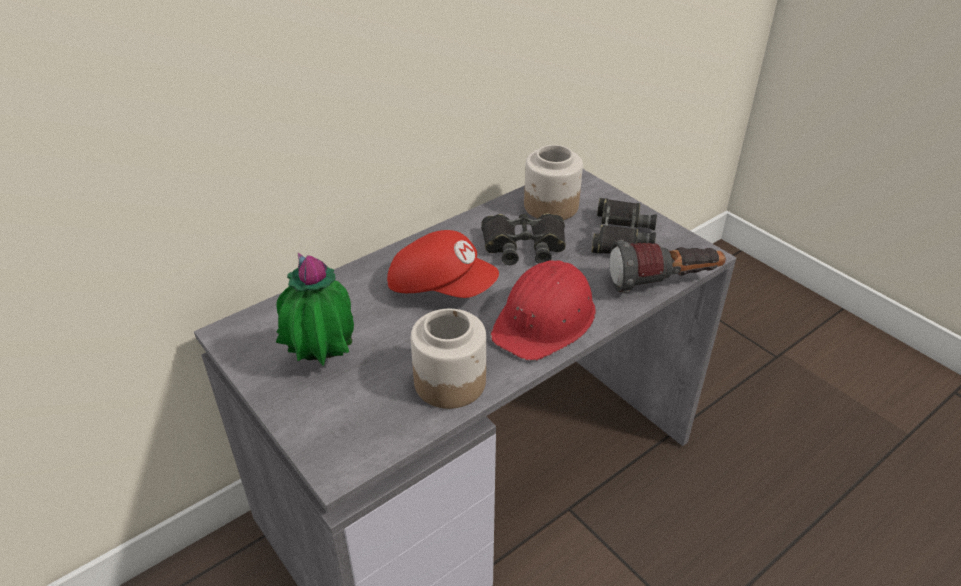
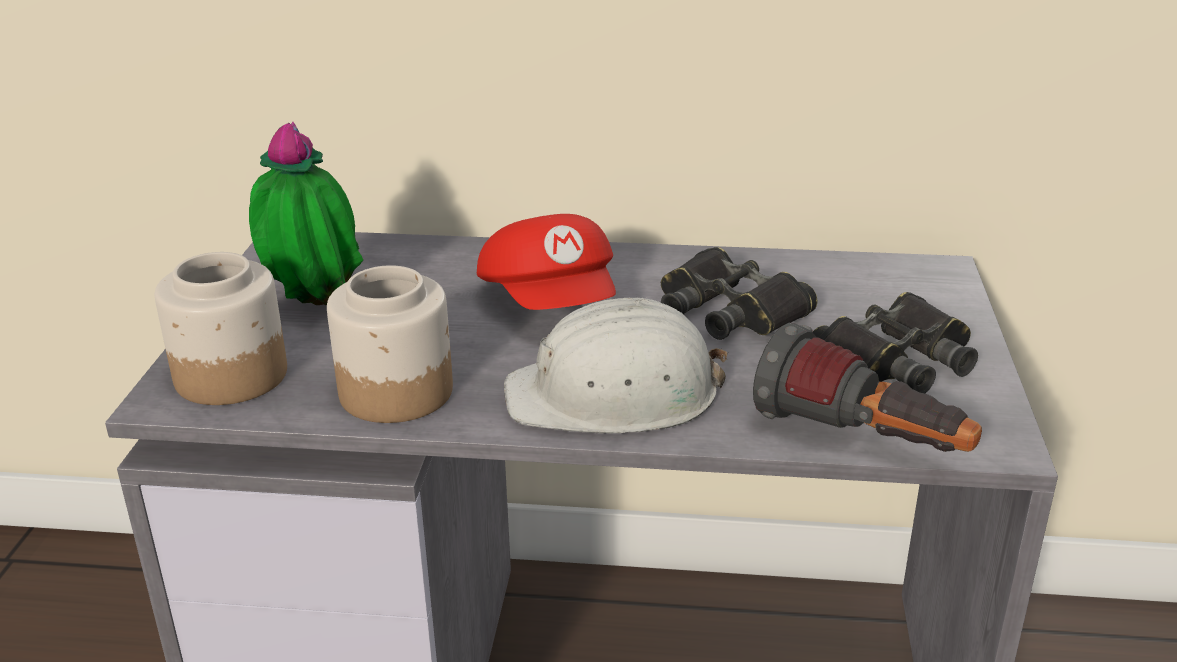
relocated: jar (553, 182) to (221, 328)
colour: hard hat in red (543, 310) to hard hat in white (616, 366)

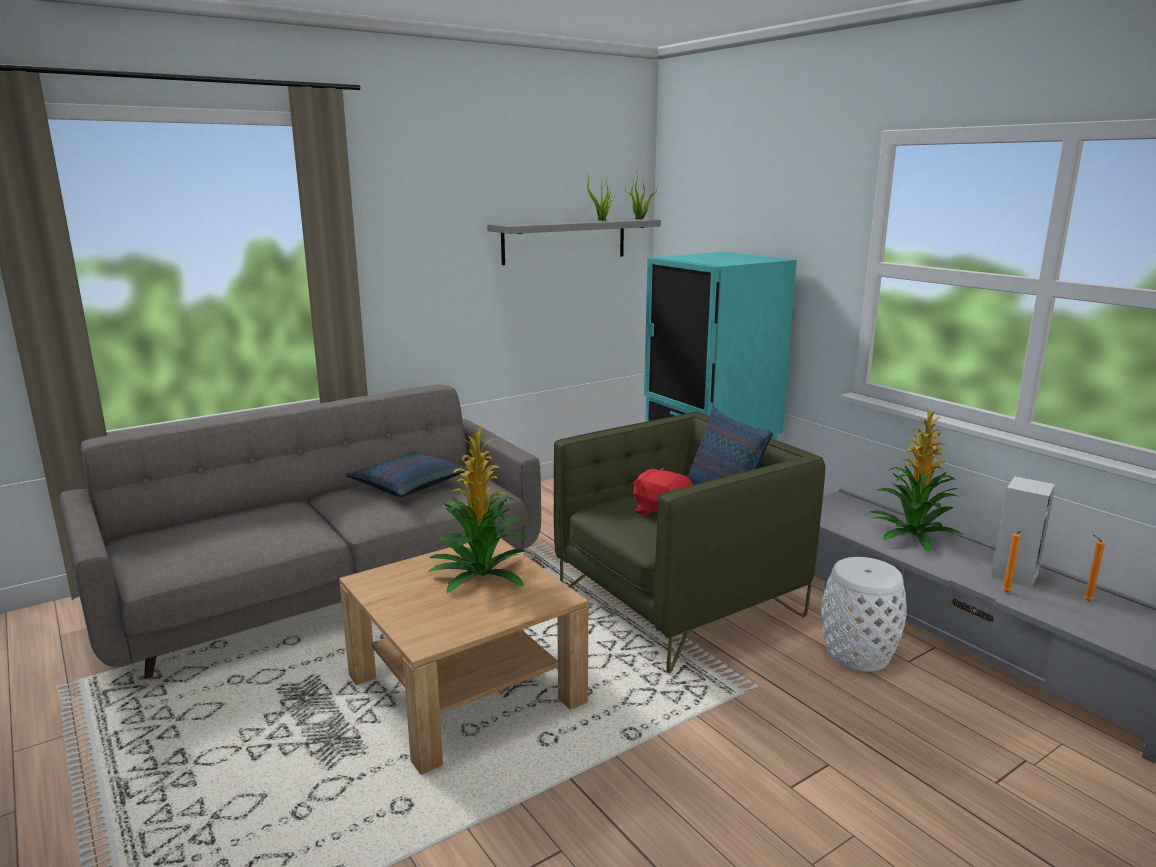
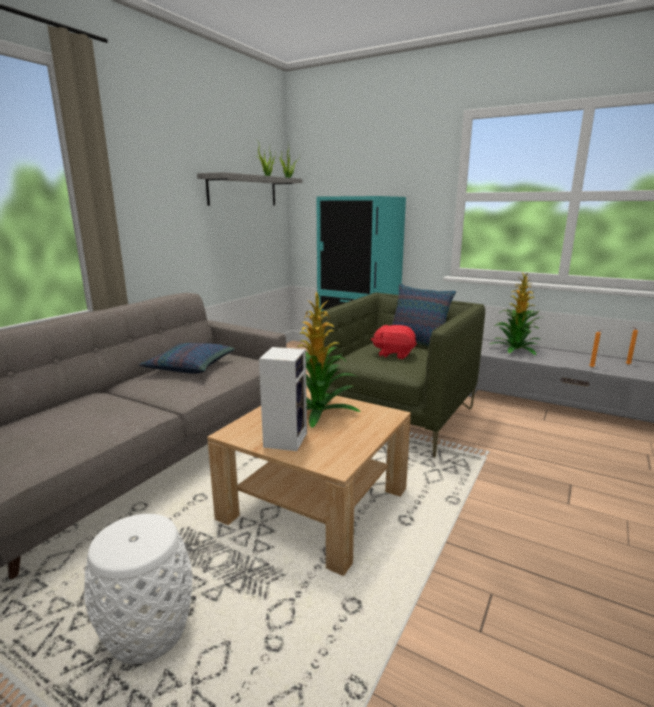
relocated: speaker (1023, 532) to (283, 399); stool in white (864, 614) to (138, 589)

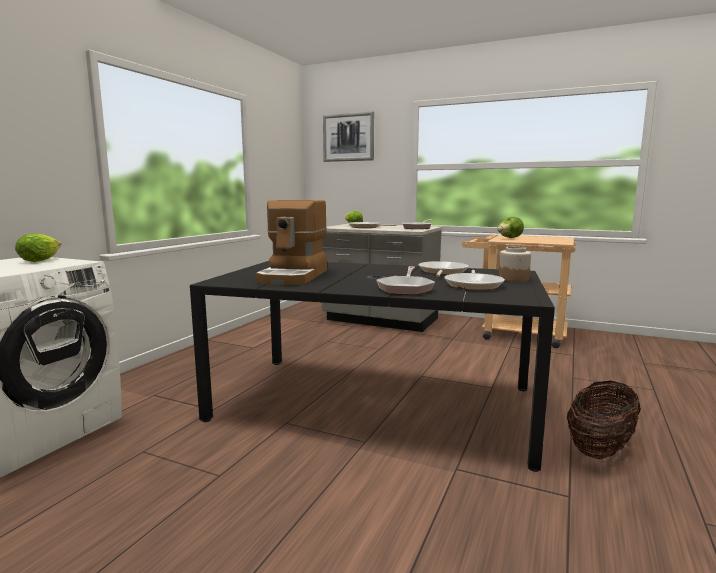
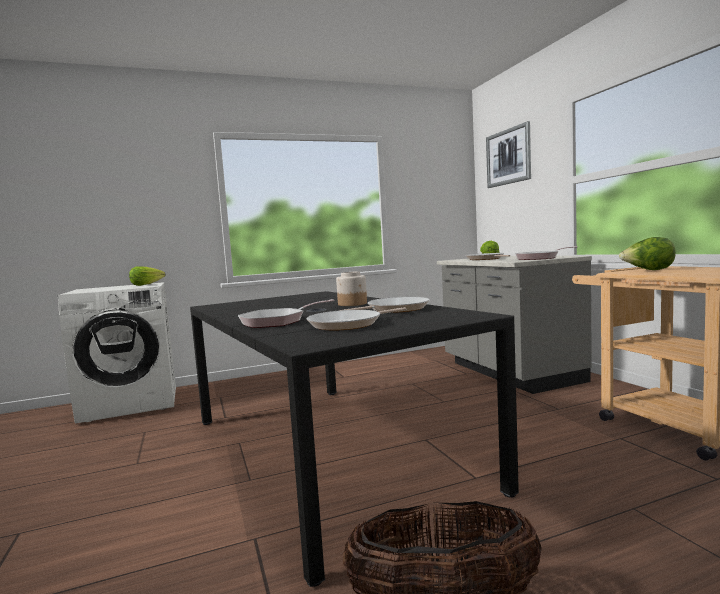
missing: coffee machine (291, 242)
relocated: jar (515, 264) to (351, 289)

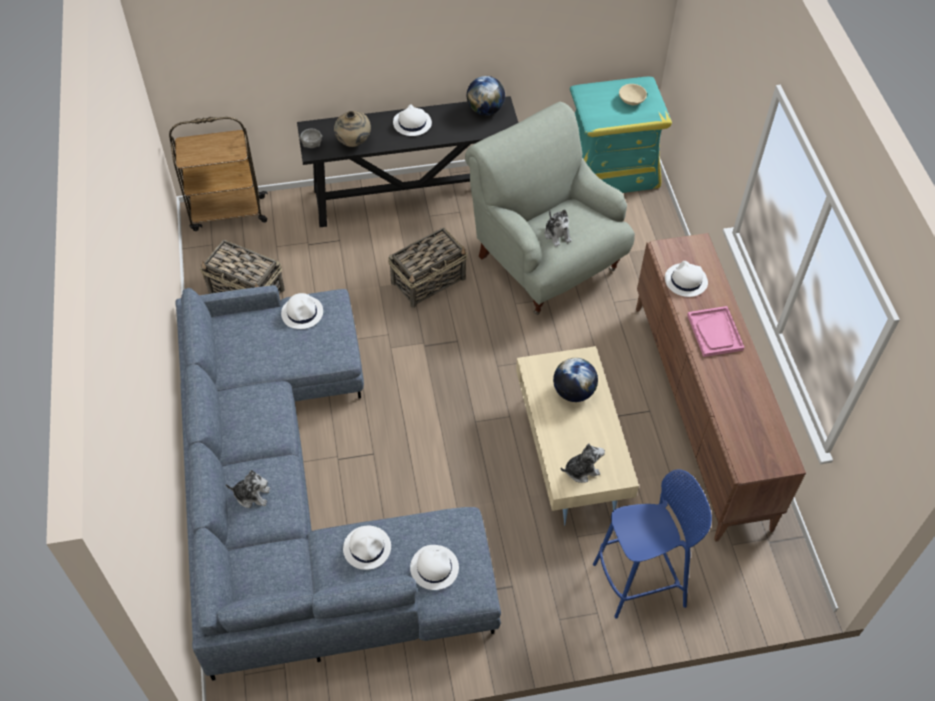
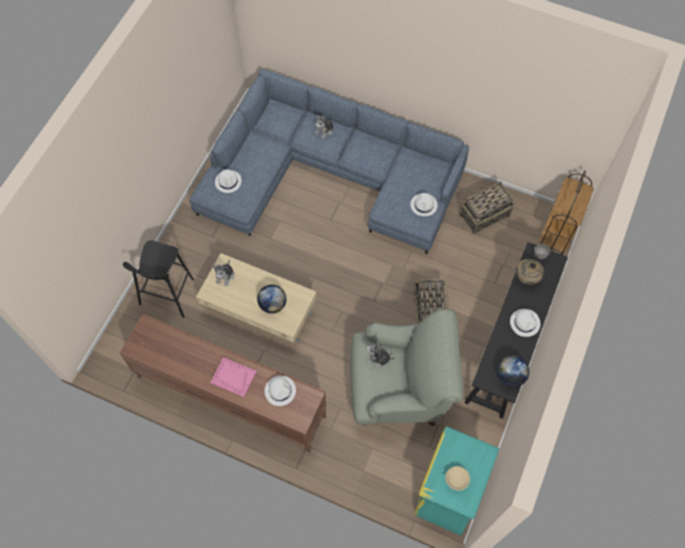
missing: hat in white (367, 548)
colour: stool in blue (652, 544) to stool in black (158, 279)

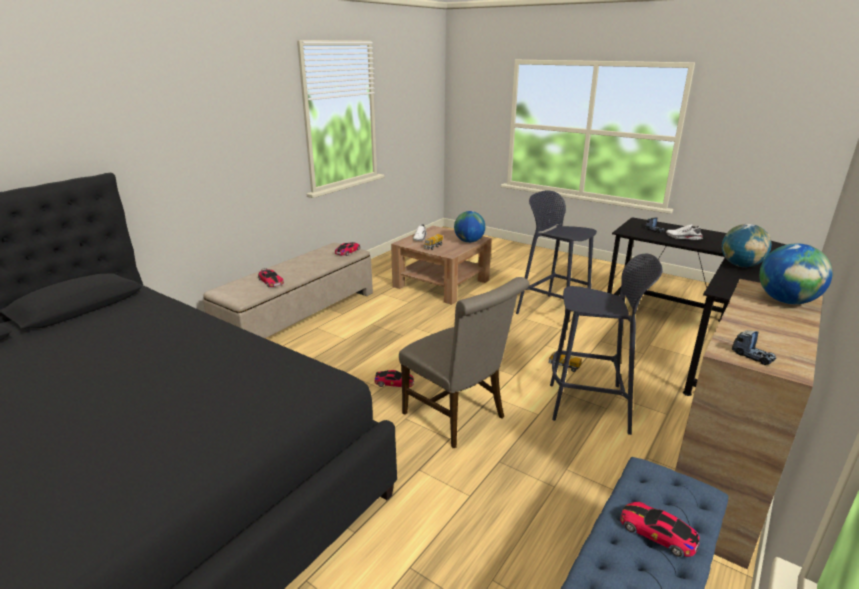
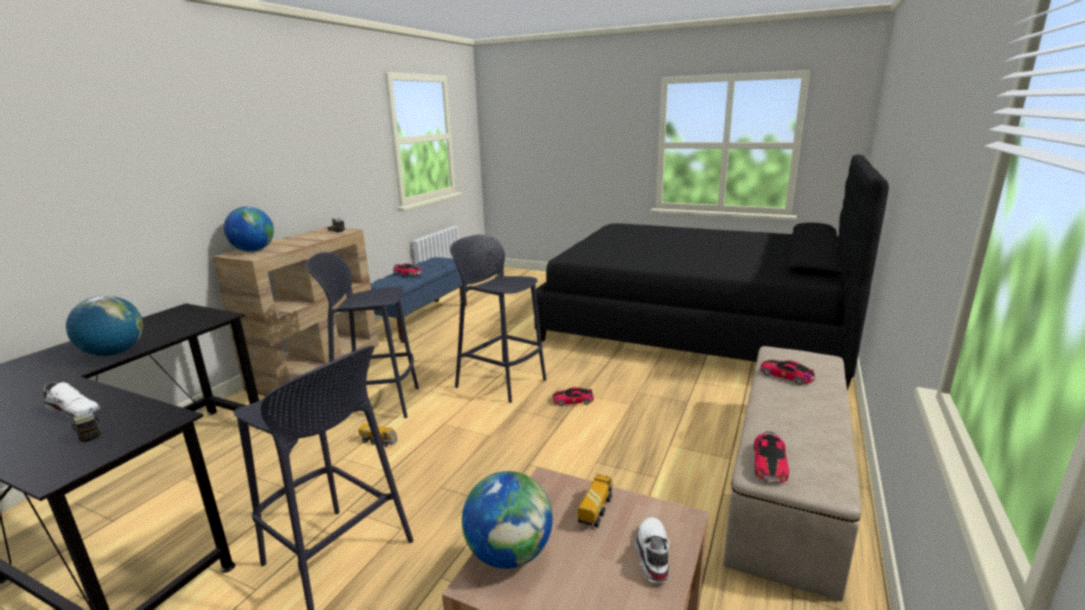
exchanged: chair in beige (464, 362) to stool in grey (498, 319)

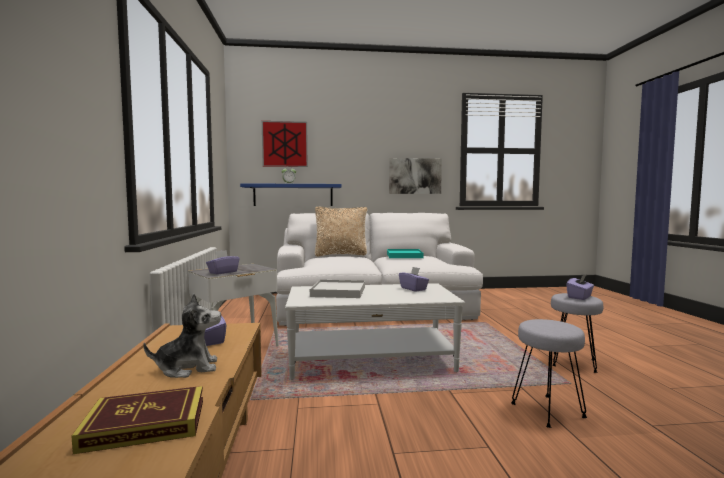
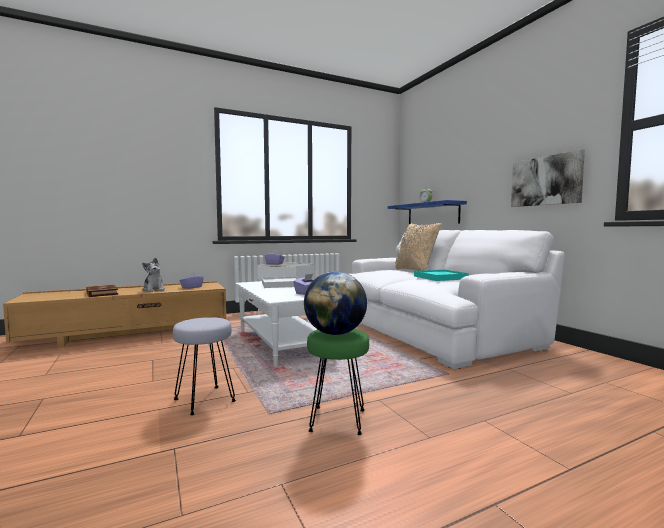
missing: picture (285, 144)
exchanged: tissue box in purple (580, 287) to globe (335, 303)
colour: stool in grey (577, 333) to stool in green (338, 382)

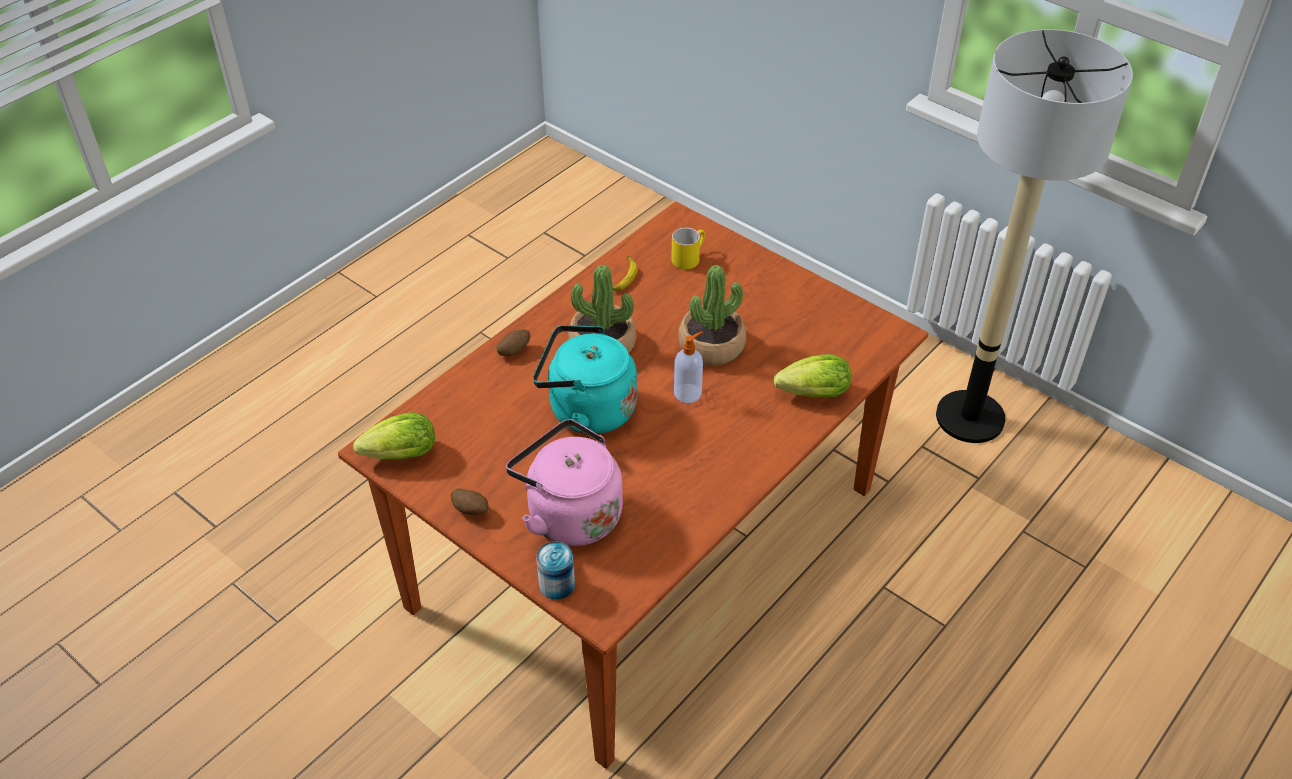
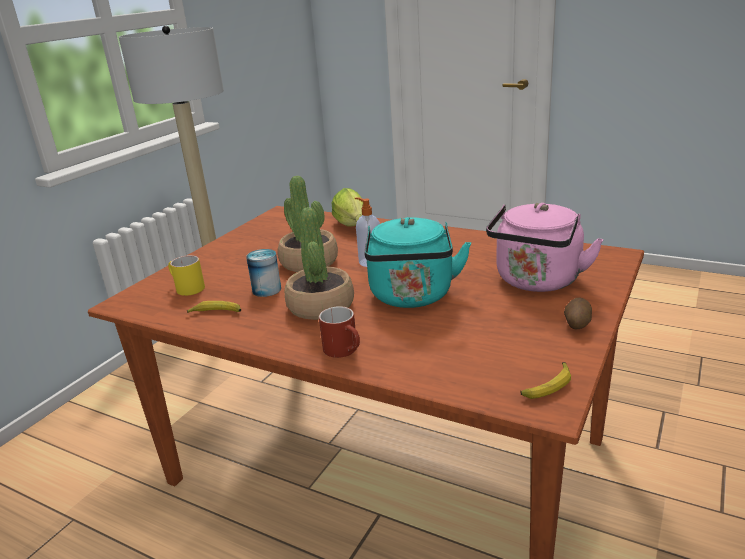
relocated: can (555, 571) to (263, 273)
exchanged: potato (513, 342) to mug in red (339, 332); lettuce (394, 435) to banana (545, 380)

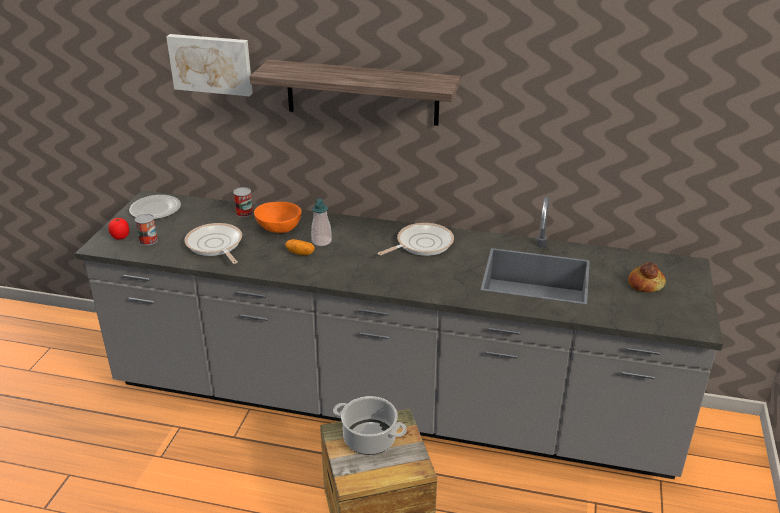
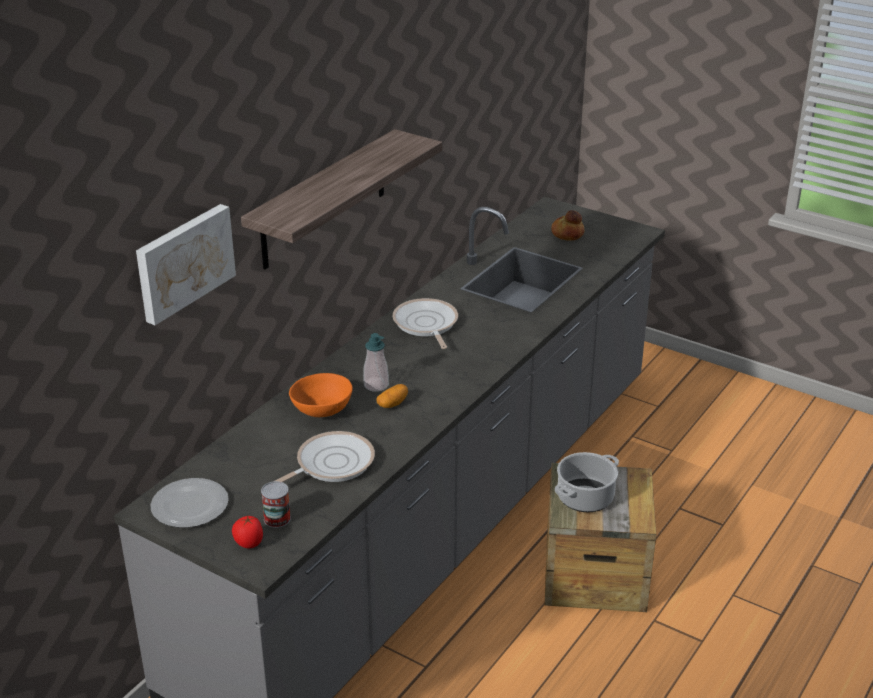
missing: can (243, 202)
spun: frying pan (213, 243) = (325, 456) 150 degrees clockwise

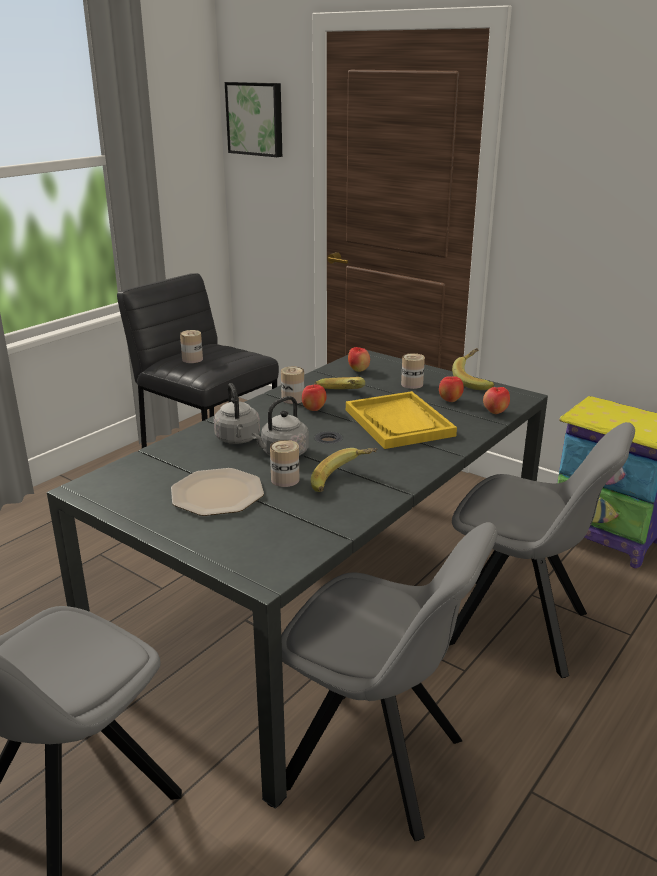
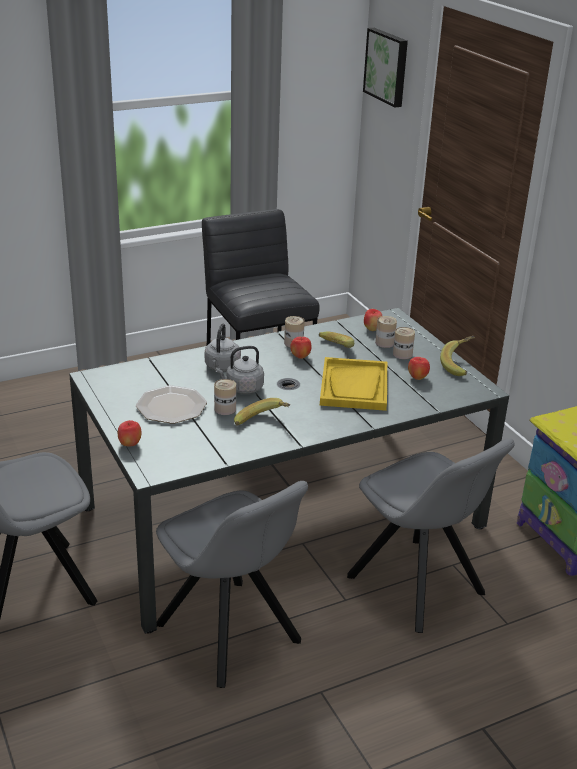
relocated: can (191, 346) to (386, 332); apple (496, 400) to (129, 433)

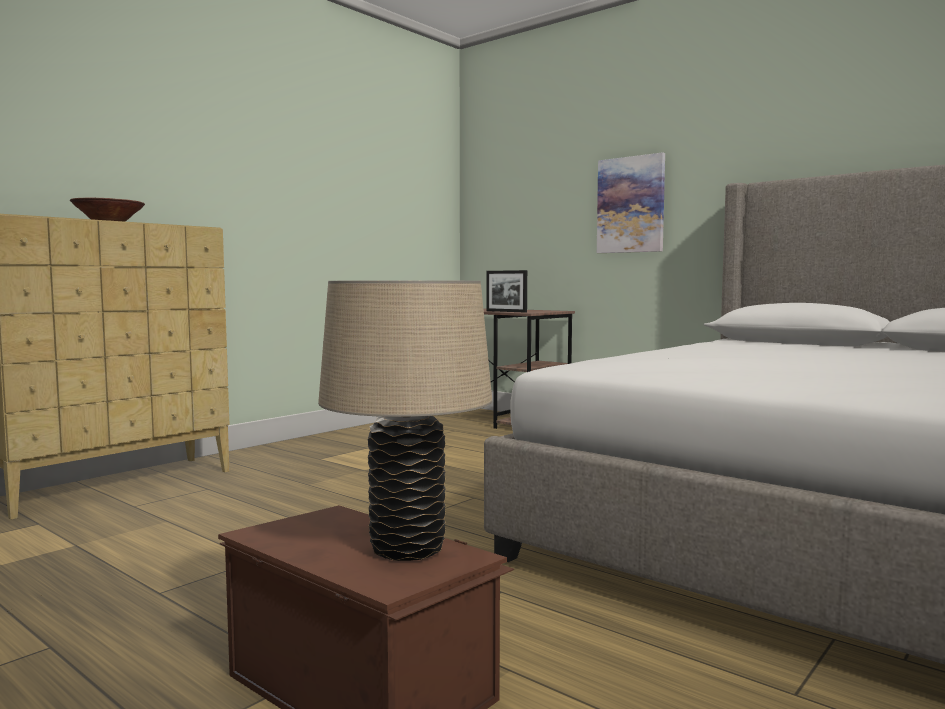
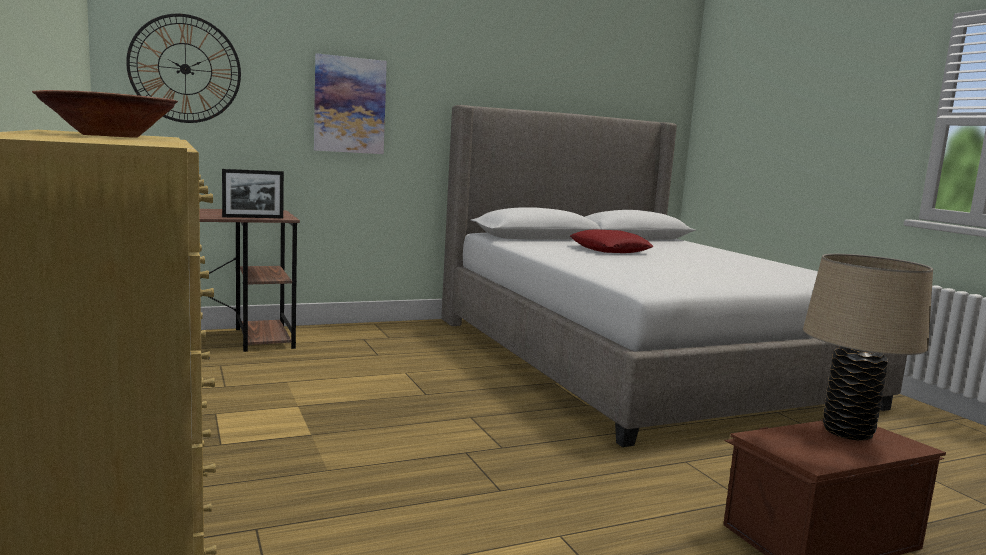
appeared: wall clock (183, 68); pillow in red (612, 241)

